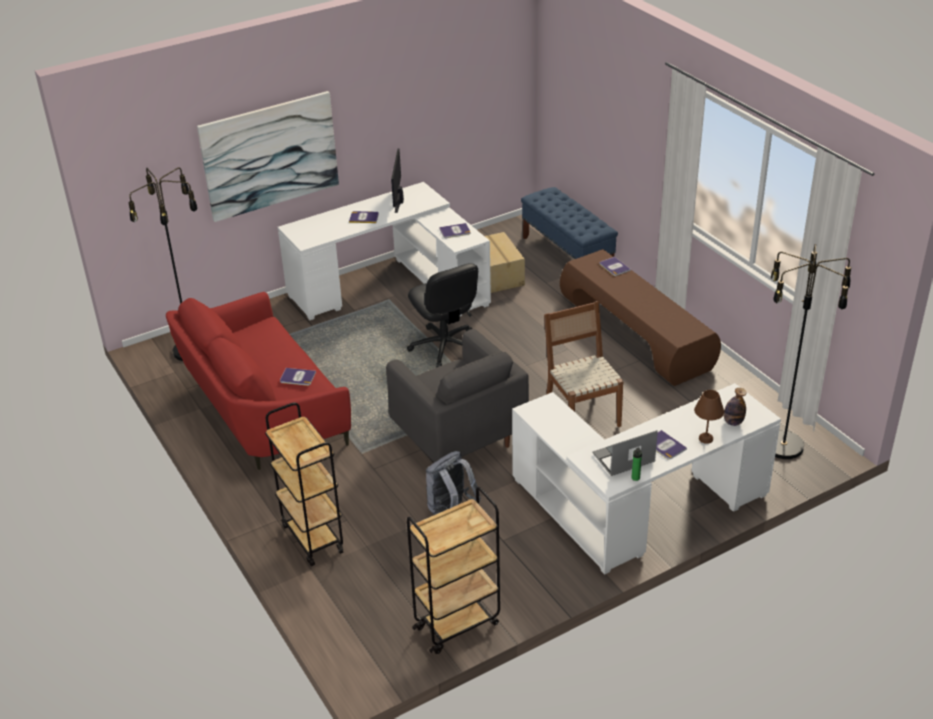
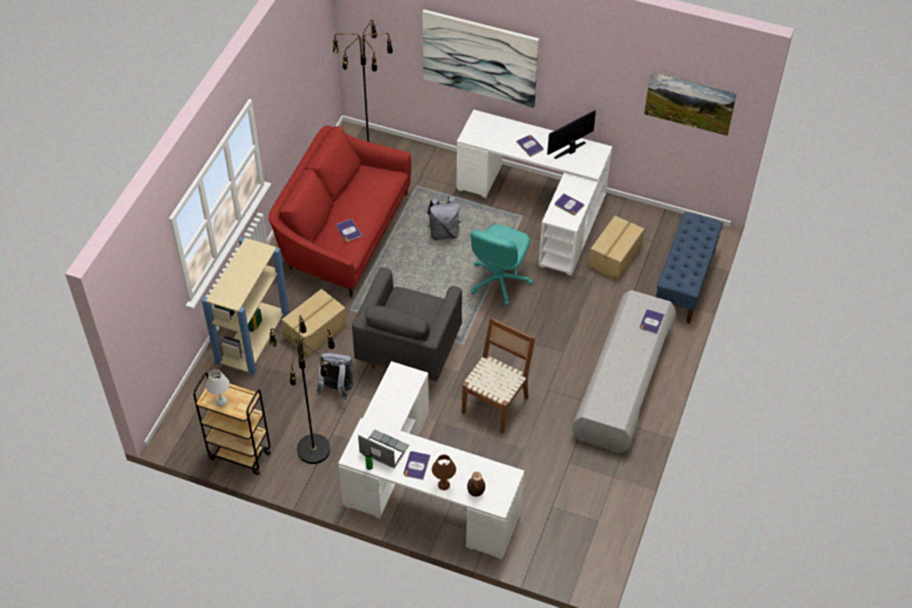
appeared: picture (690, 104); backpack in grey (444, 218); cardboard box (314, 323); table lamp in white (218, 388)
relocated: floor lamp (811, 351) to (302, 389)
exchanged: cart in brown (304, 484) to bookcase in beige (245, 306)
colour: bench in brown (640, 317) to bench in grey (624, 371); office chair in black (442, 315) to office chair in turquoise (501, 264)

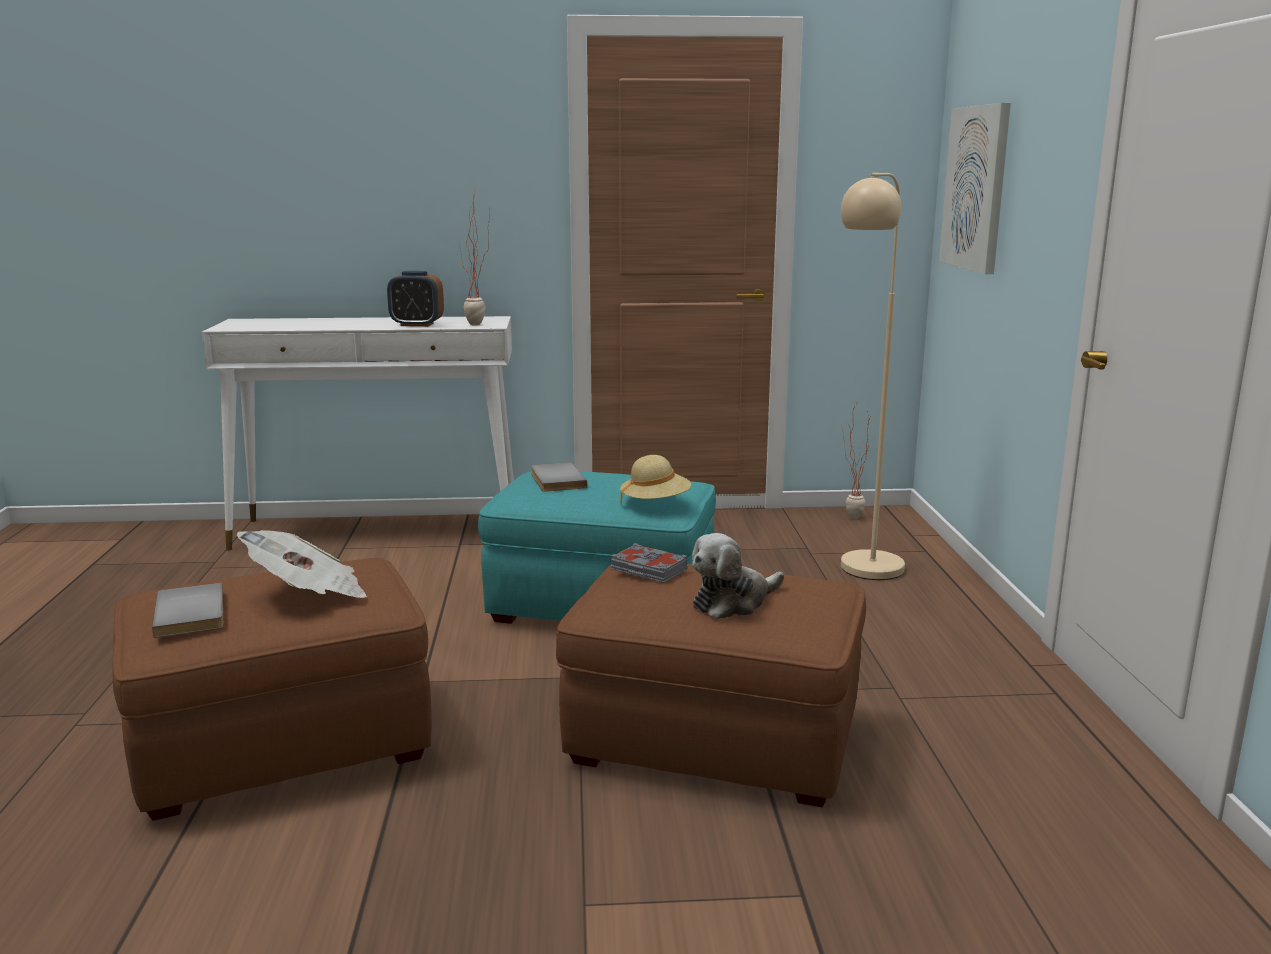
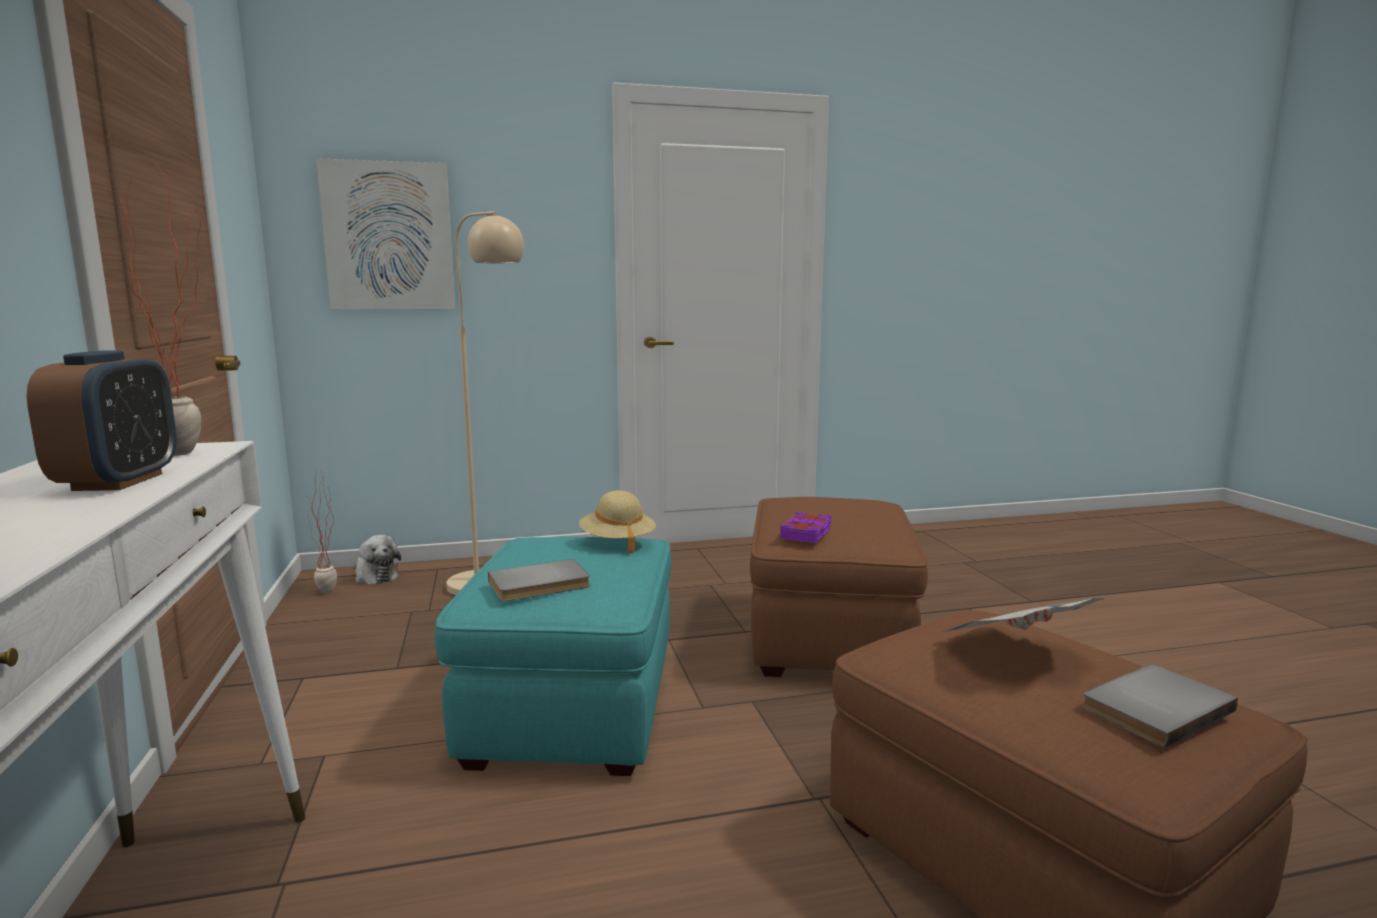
relocated: plush toy (738, 576) to (378, 560)
colour: book in grey (649, 563) to book in purple (806, 527)

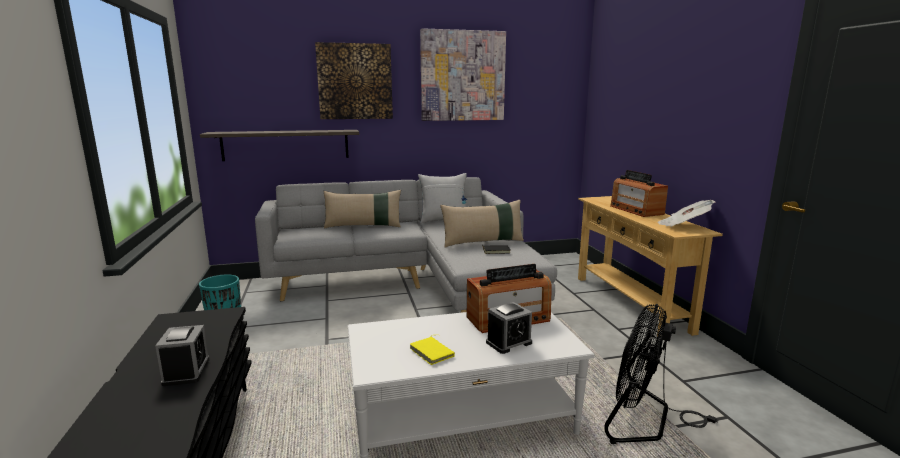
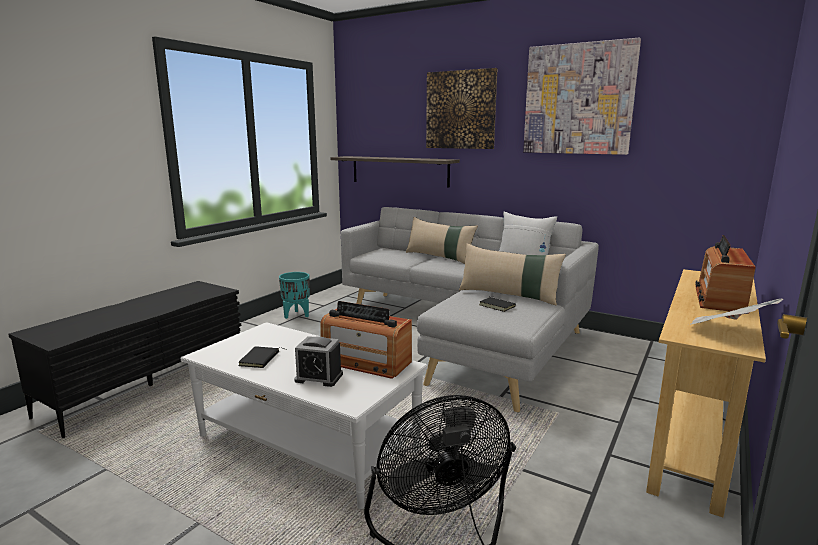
missing: alarm clock (182, 355)
colour: book in yellow (432, 350) to book in black (262, 357)

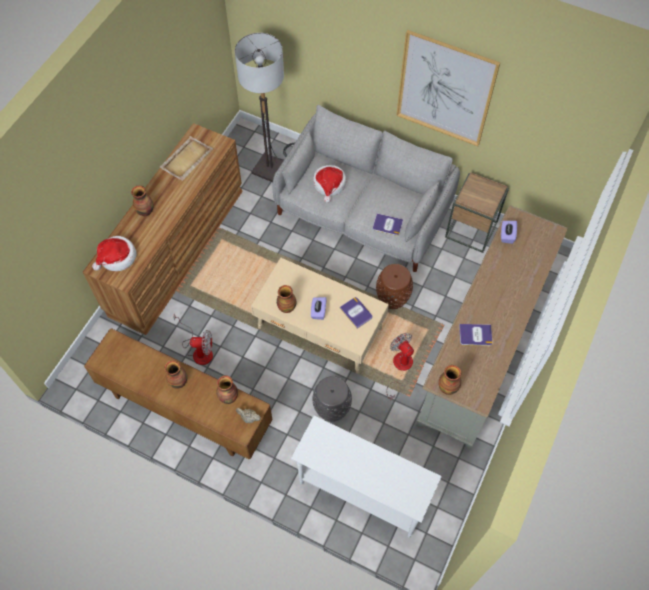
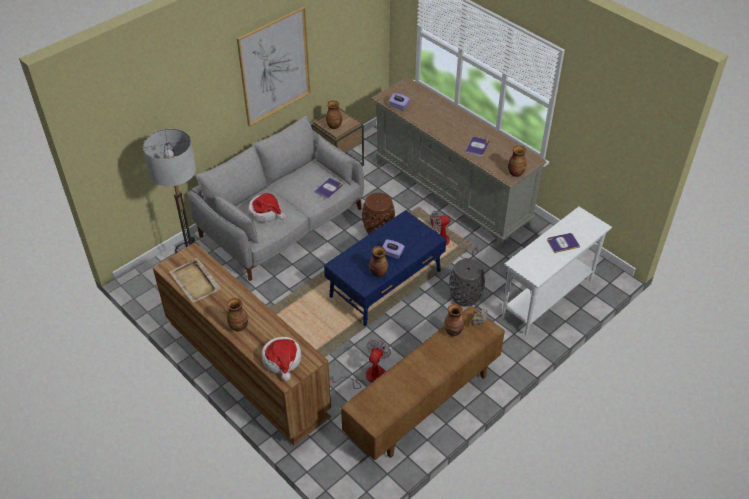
relocated: book (356, 313) to (563, 243); vase (176, 374) to (334, 114)
colour: coffee table in beige (320, 316) to coffee table in blue (385, 268)

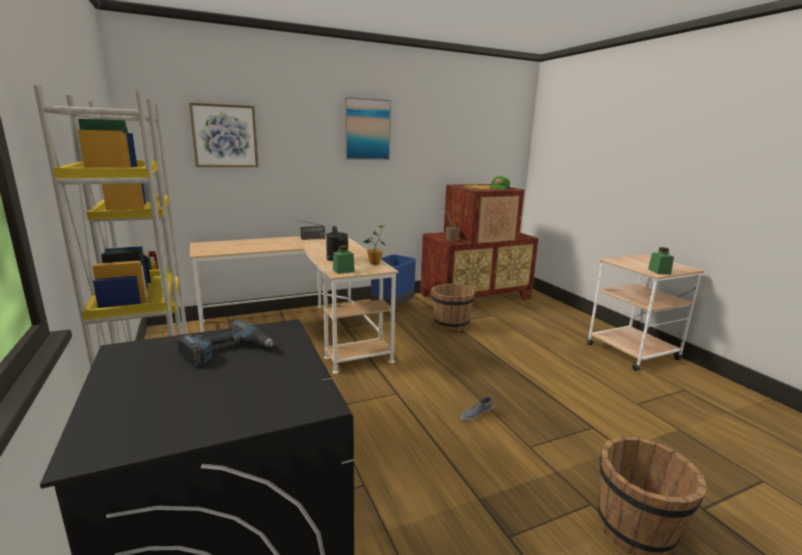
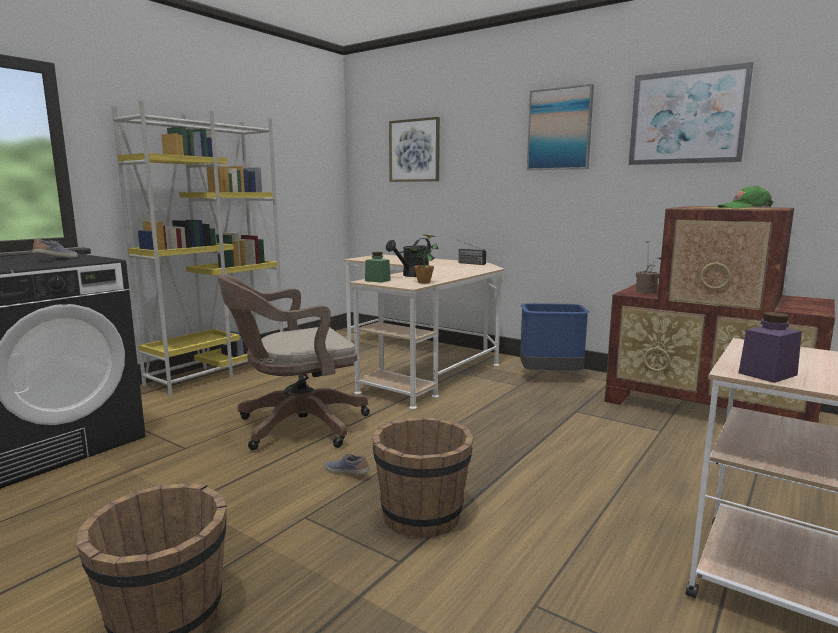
appeared: picture (691, 113); office chair in brown (293, 362)
relocated: bucket in brown (453, 308) to (423, 477)
exchanged: power drill (225, 342) to shoe (55, 248)
colour: jar in green (661, 260) to jar in purple (770, 347)

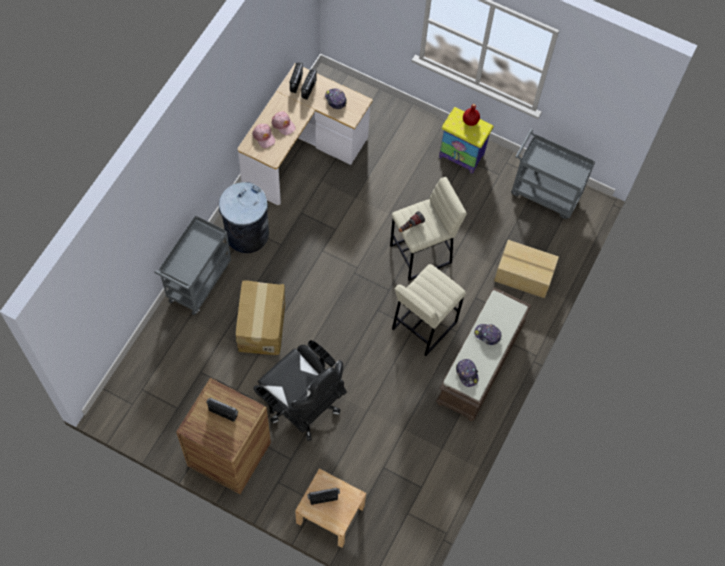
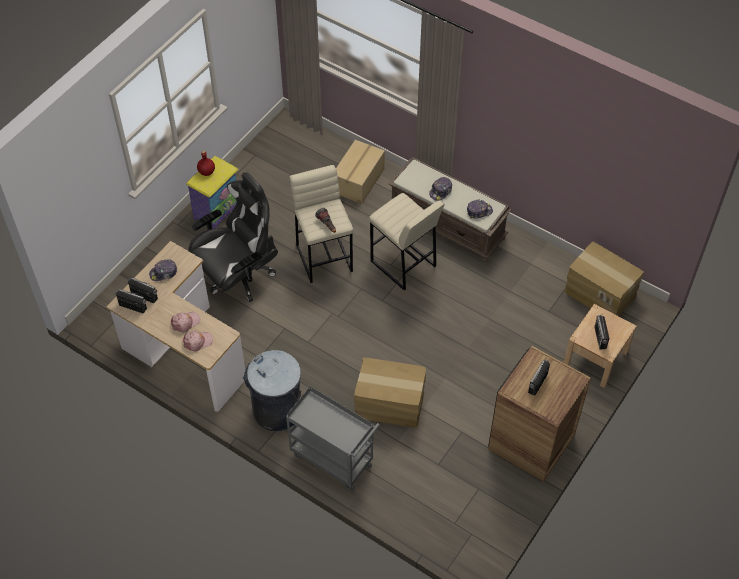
missing: cart in grey (553, 174)
appeared: cardboard box (604, 279)
relocated: office chair in black (300, 390) to (233, 237)

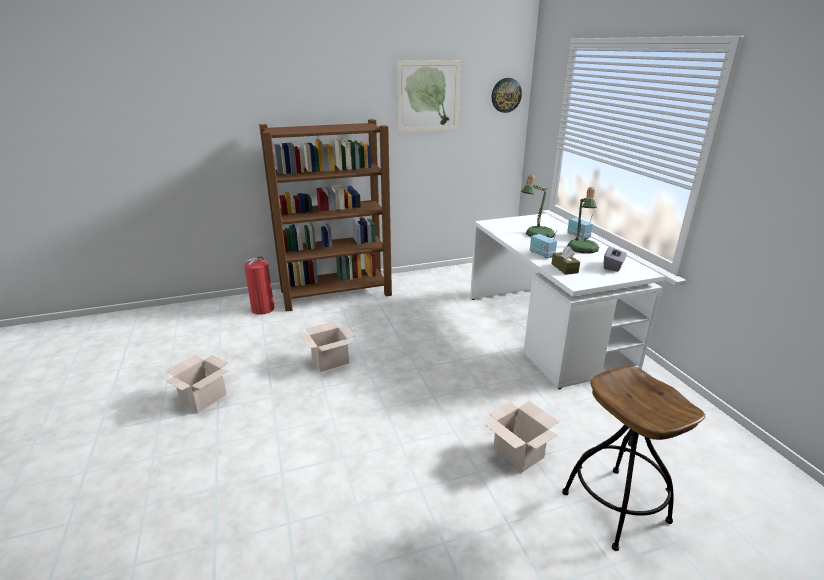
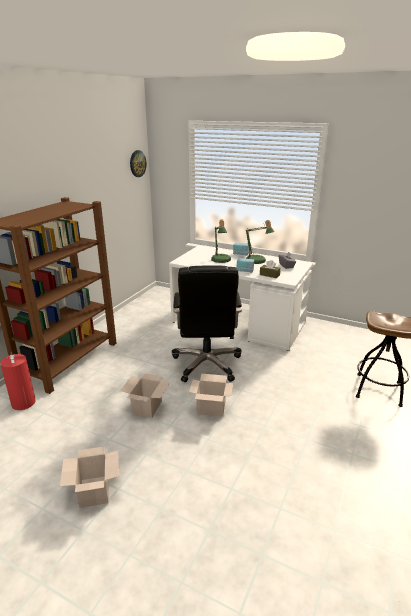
missing: picture (429, 96)
appeared: office chair in black (207, 323)
relocated: cardboard box (522, 436) to (211, 395)

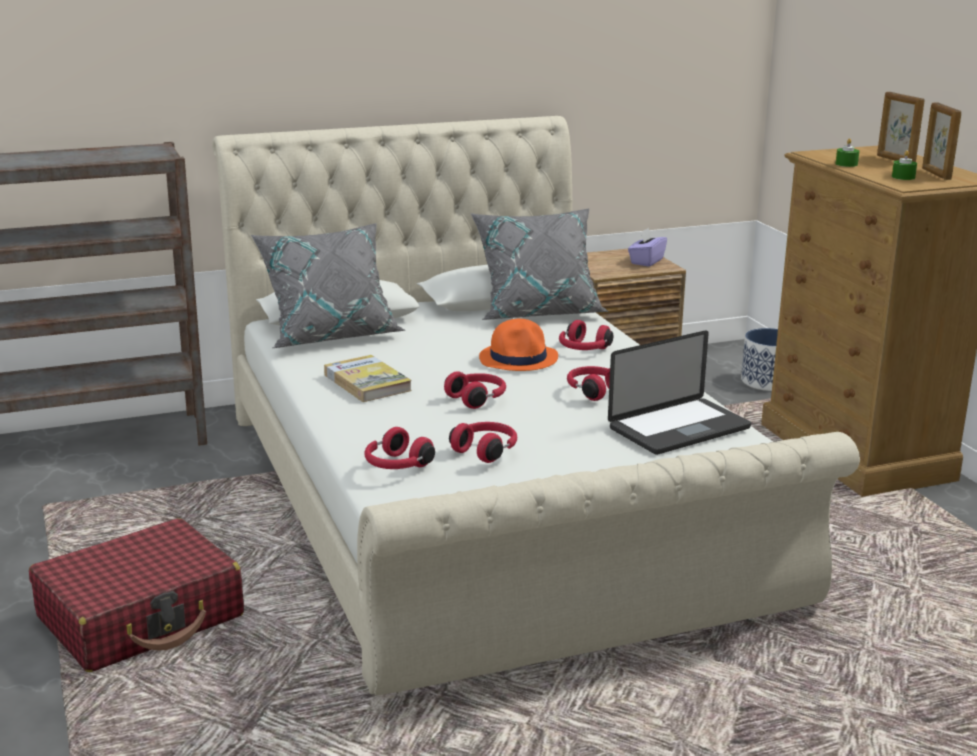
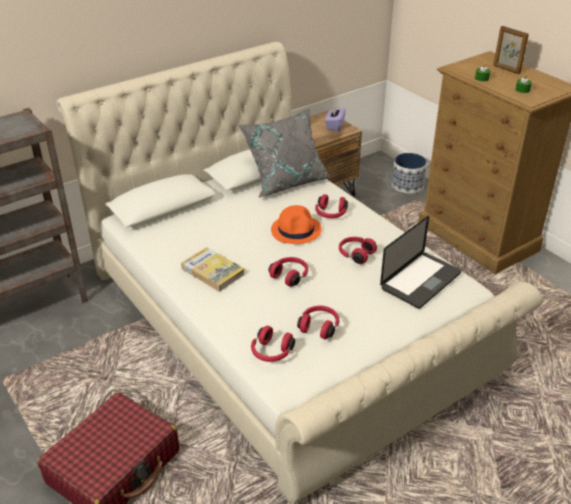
missing: picture frame (942, 141); pillow in grey (328, 285)

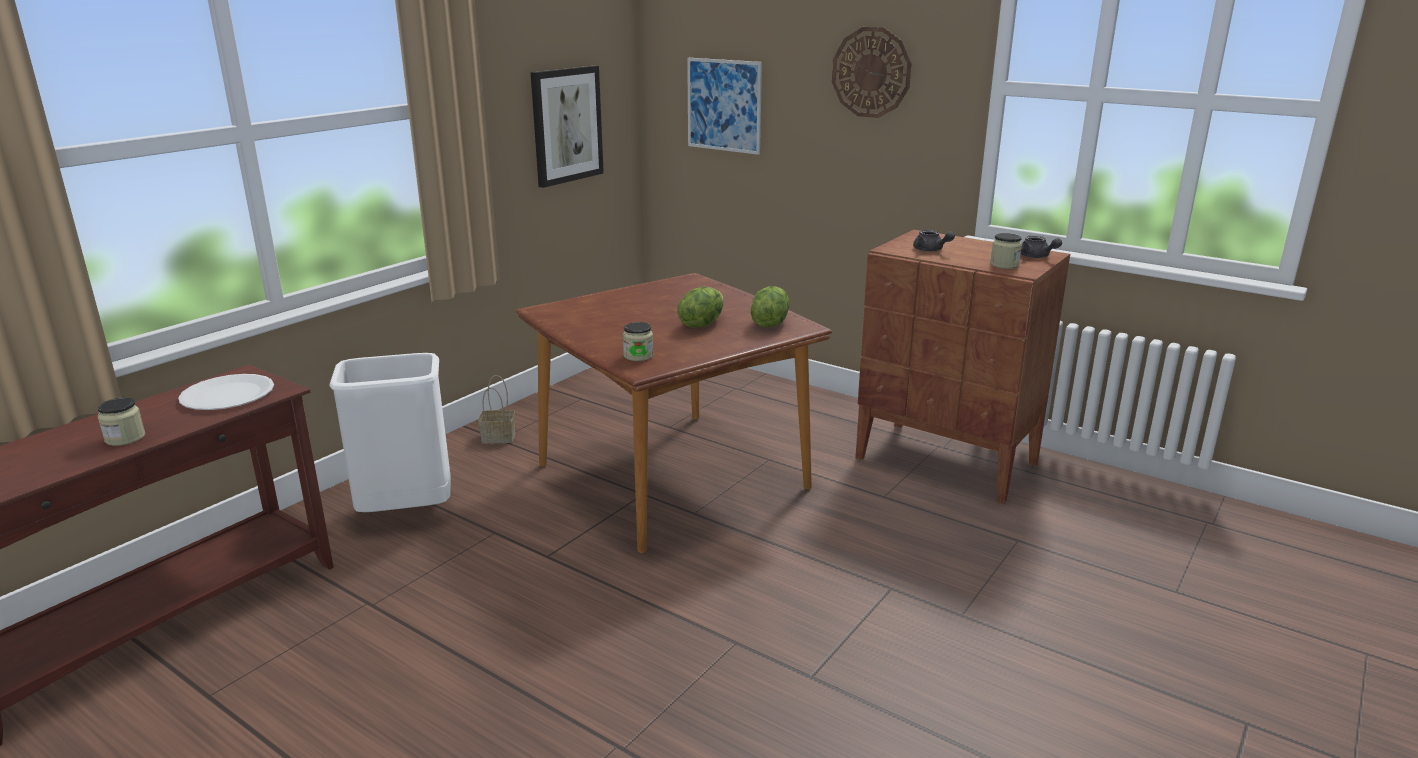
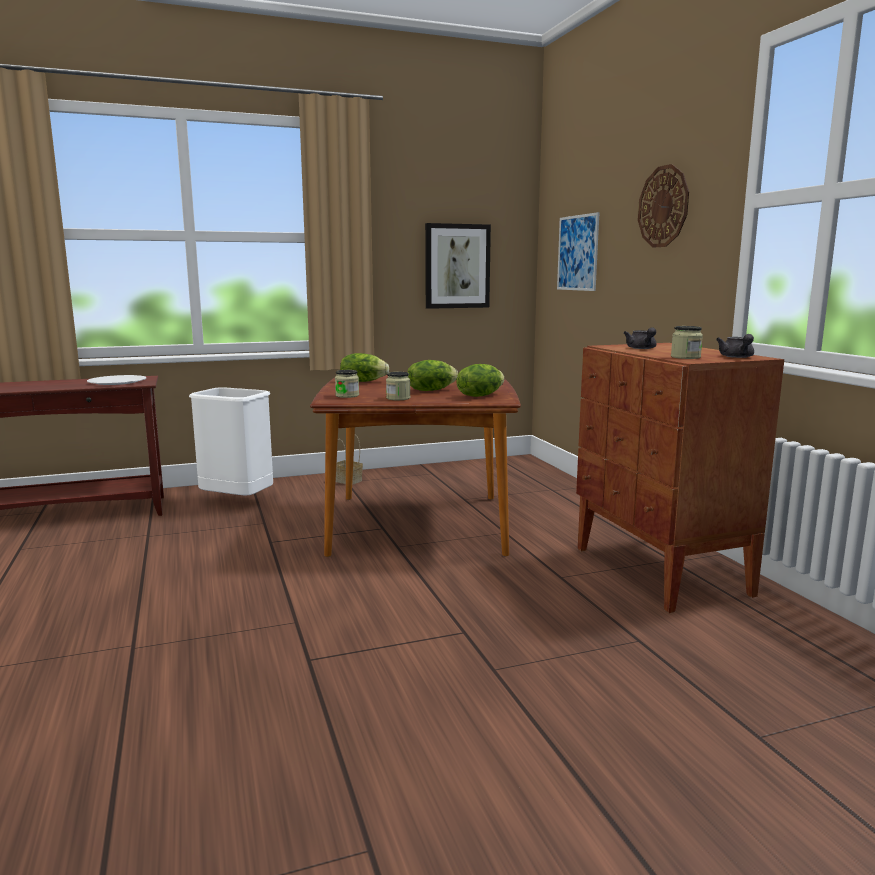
appeared: lettuce (364, 367)
relocated: jar (121, 421) to (398, 386)

